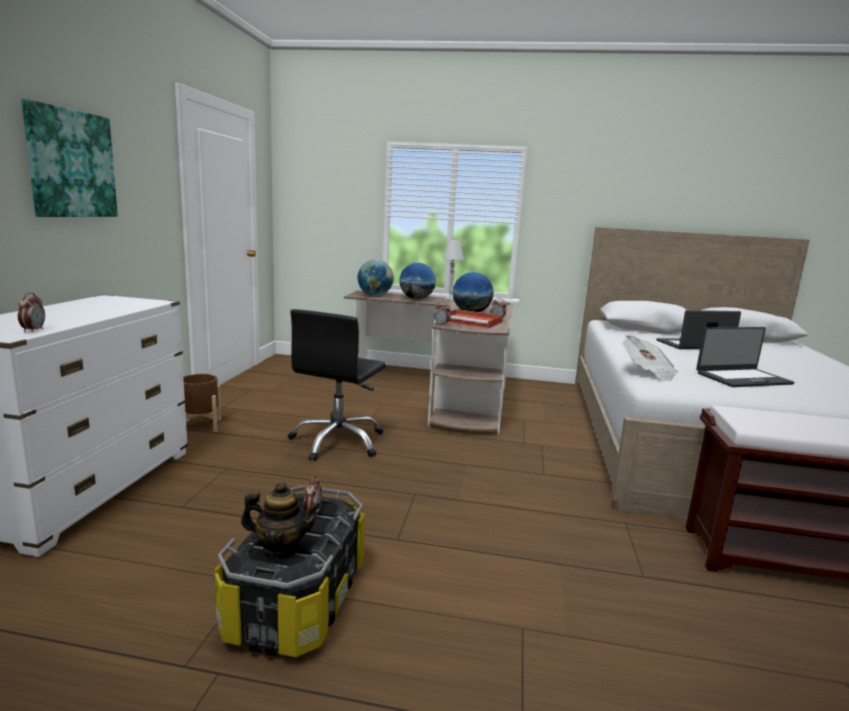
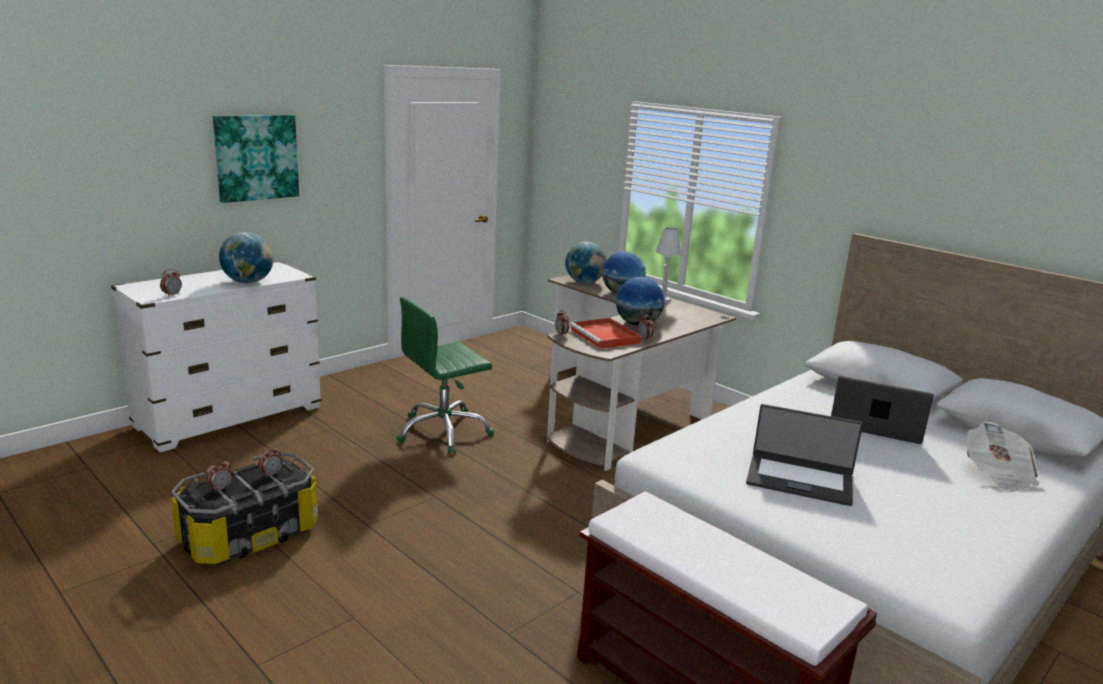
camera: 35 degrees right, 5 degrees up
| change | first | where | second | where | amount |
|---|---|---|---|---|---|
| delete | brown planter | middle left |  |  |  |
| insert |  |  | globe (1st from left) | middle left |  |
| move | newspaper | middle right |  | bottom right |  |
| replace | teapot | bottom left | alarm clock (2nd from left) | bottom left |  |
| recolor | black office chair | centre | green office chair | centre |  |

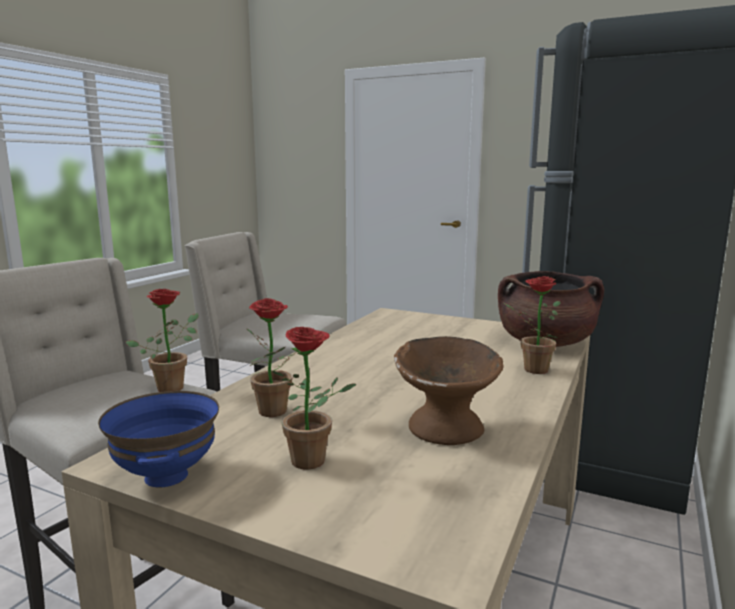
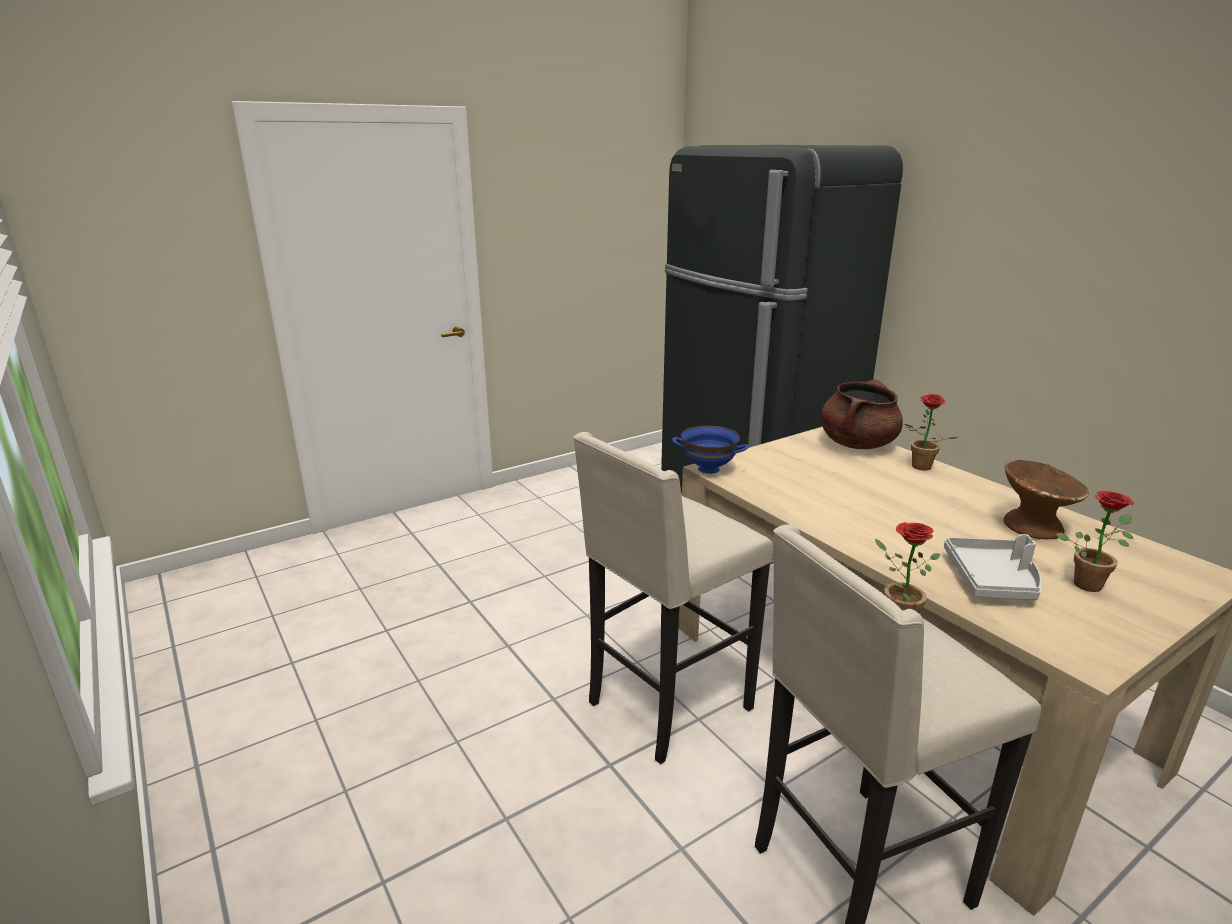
camera: 60 degrees left, 10 degrees up
| change | first | where | second | where | amount |
|---|---|---|---|---|---|
| move | blue bowl | bottom left |  | centre |  |
| replace | potted plant (2nd from left) | centre | grey tray | middle right |  |

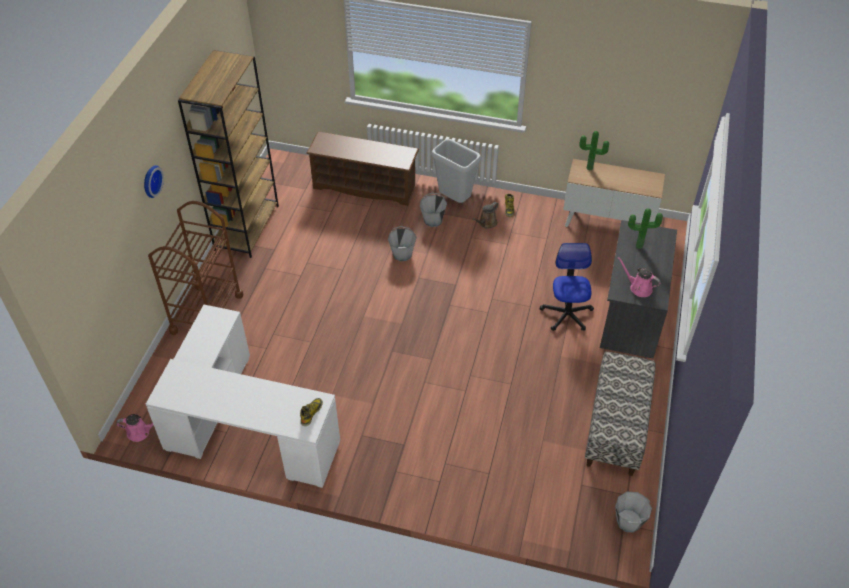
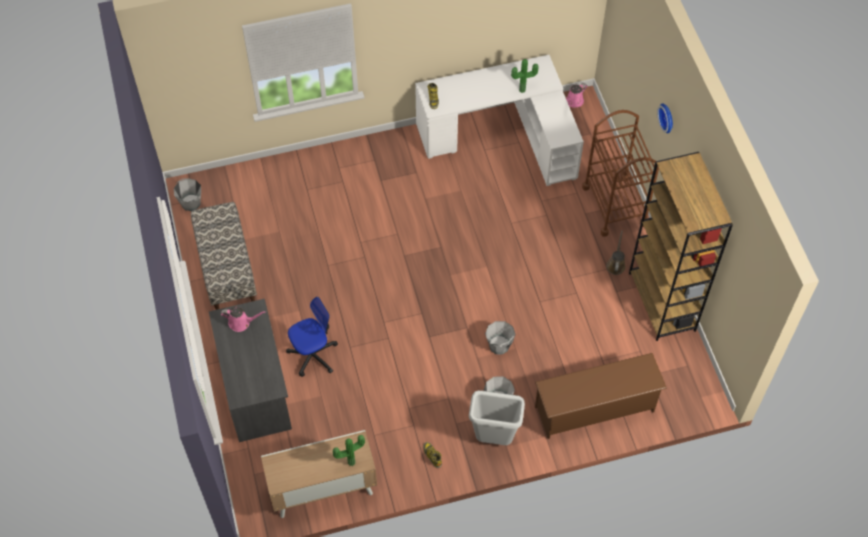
camera: 150 degrees right, 10 degrees up
| change | first | where | second | where | amount |
|---|---|---|---|---|---|
| move | brown watering can | centre |  | middle right |  |
| move | potted plant (2nd from left) | middle right |  | top centre |  |
| rotate | office chair | middle right |  | centre | 90 degrees counterclockwise |

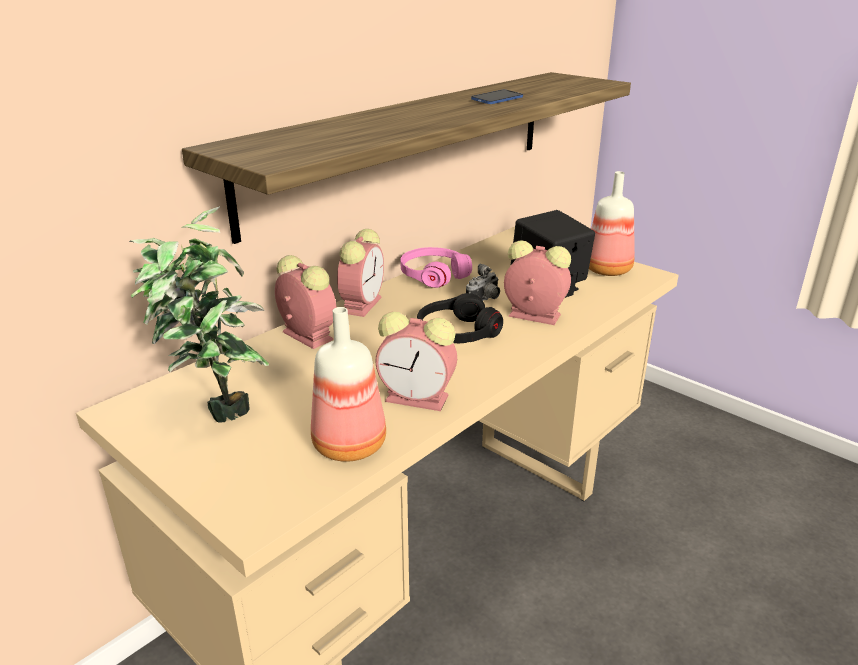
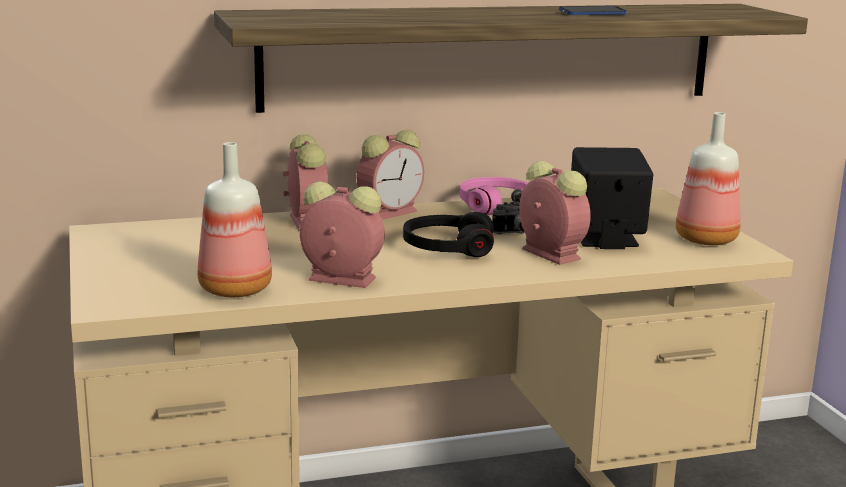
camera: 30 degrees right, 10 degrees down
| change | first | where | second | where | amount |
|---|---|---|---|---|---|
| delete | potted plant | middle left |  |  |  |
| rotate | alarm clock (3rd from left in the first image) | centre | alarm clock (2nd from left) | centre | 150 degrees clockwise |

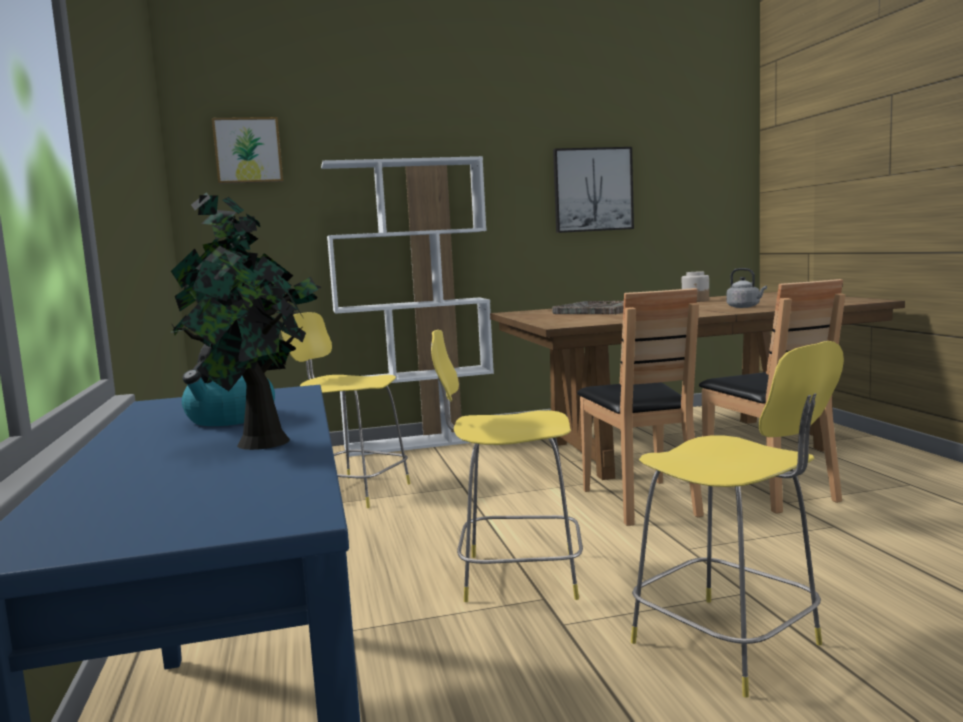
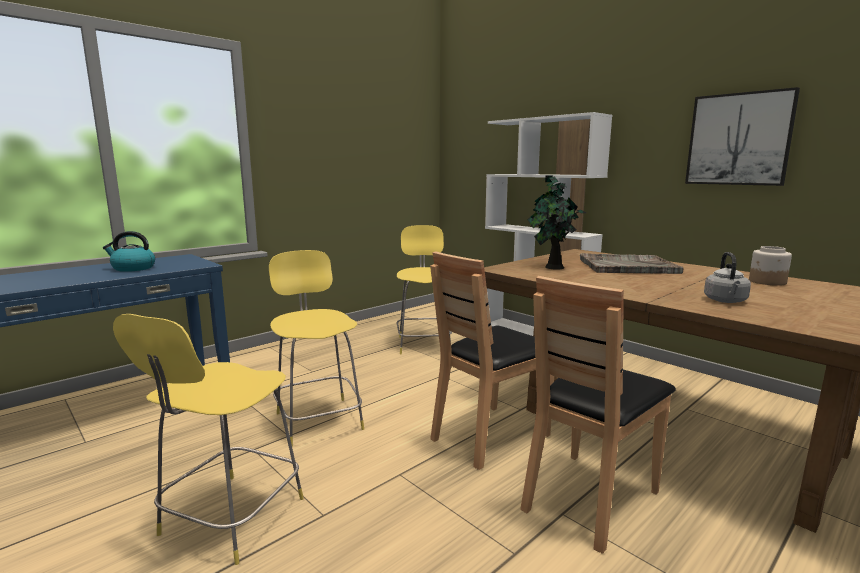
camera: 60 degrees right, 5 degrees up
| change | first | where | second | where | amount |
|---|---|---|---|---|---|
| delete | picture (1st from left) | top left |  |  |  |
| move | potted plant | middle left |  | centre |  |

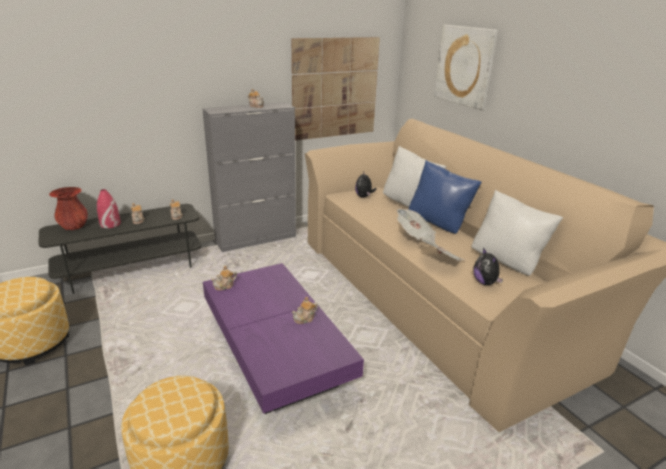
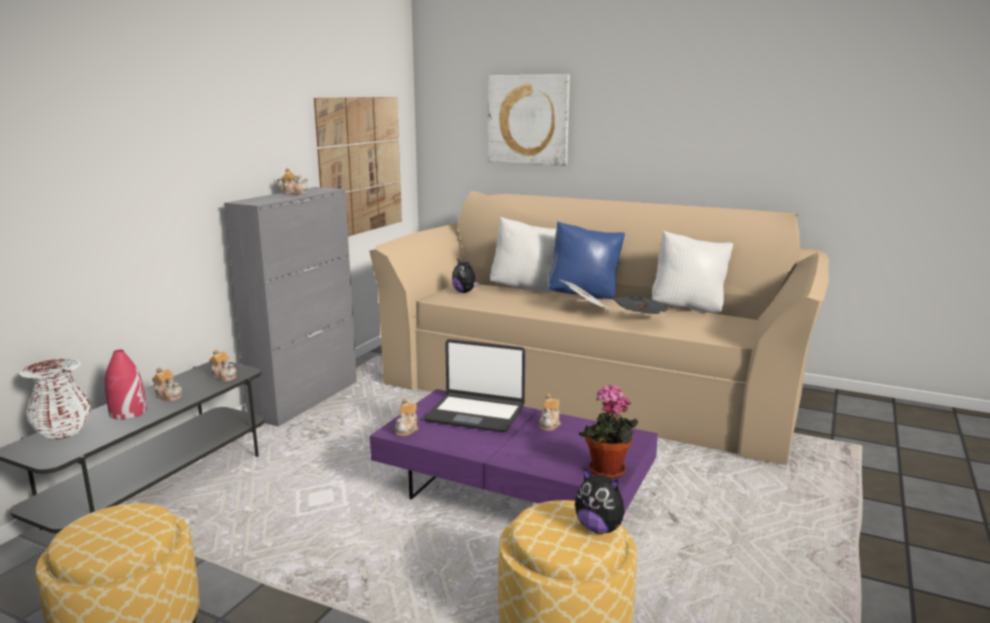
camera: 35 degrees left, 10 degrees down
| change | first | where | second | where | amount |
|---|---|---|---|---|---|
| insert |  |  | laptop | centre |  |
| insert |  |  | potted plant | bottom centre |  |
| move | plush toy (2nd from left) | middle right |  | bottom centre |  |
| recolor | red vase (1st from left) | middle left | white vase | middle left |  |

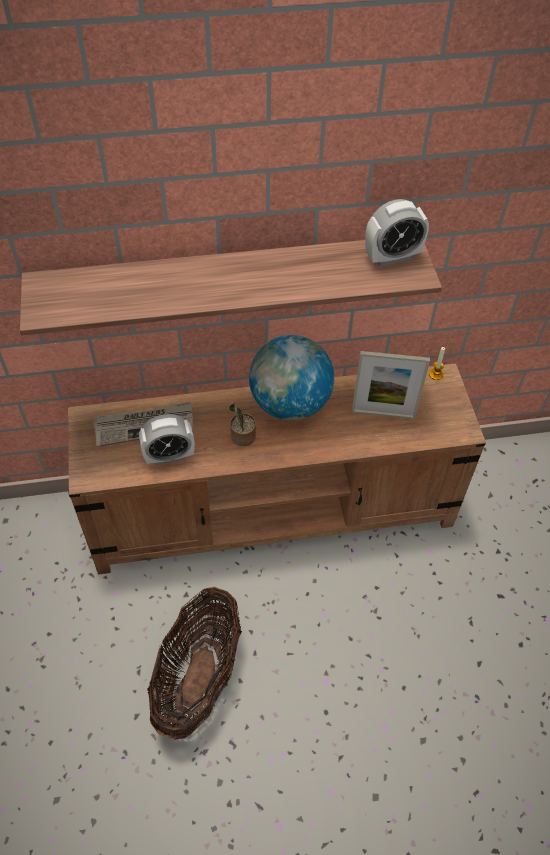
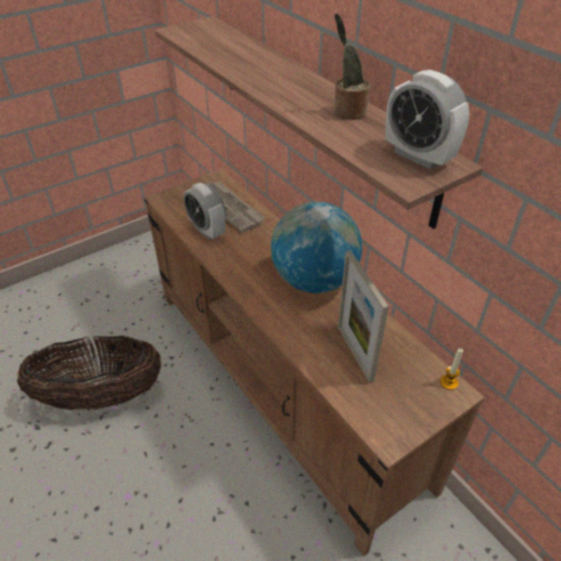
camera: 65 degrees right, 10 degrees down
| change | first | where | second | where | amount |
|---|---|---|---|---|---|
| move | potted plant | centre |  | top centre |  |

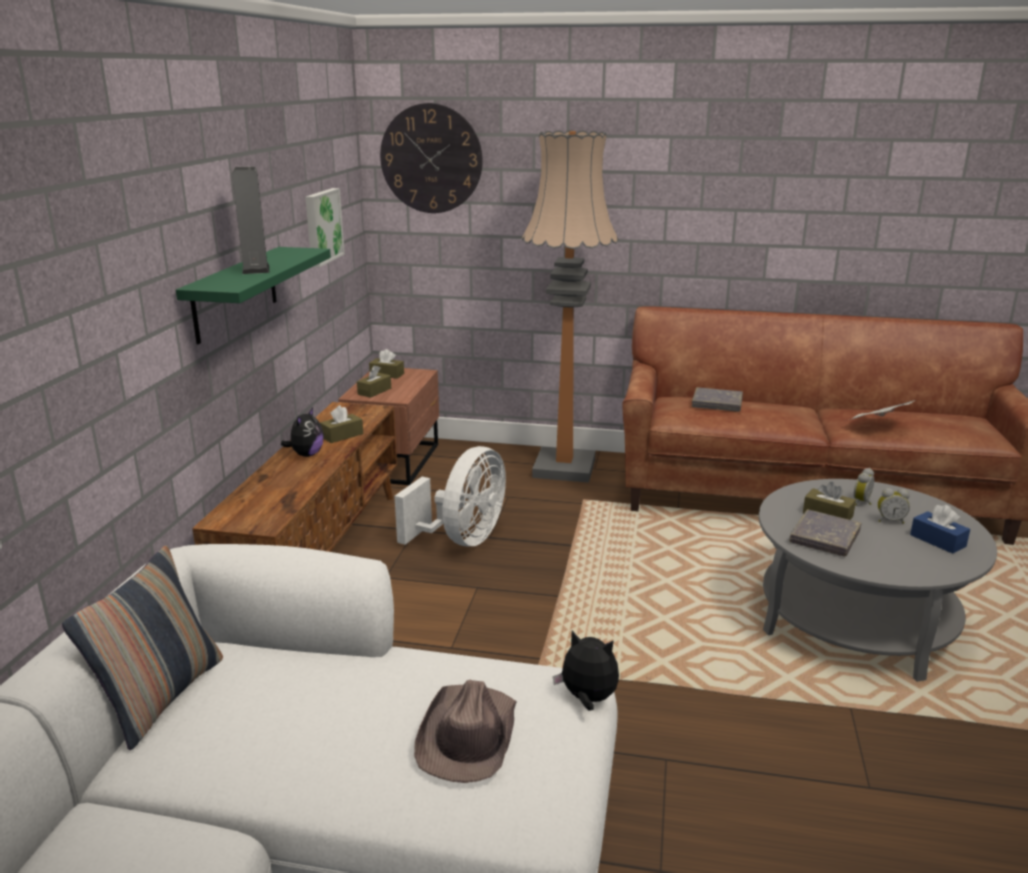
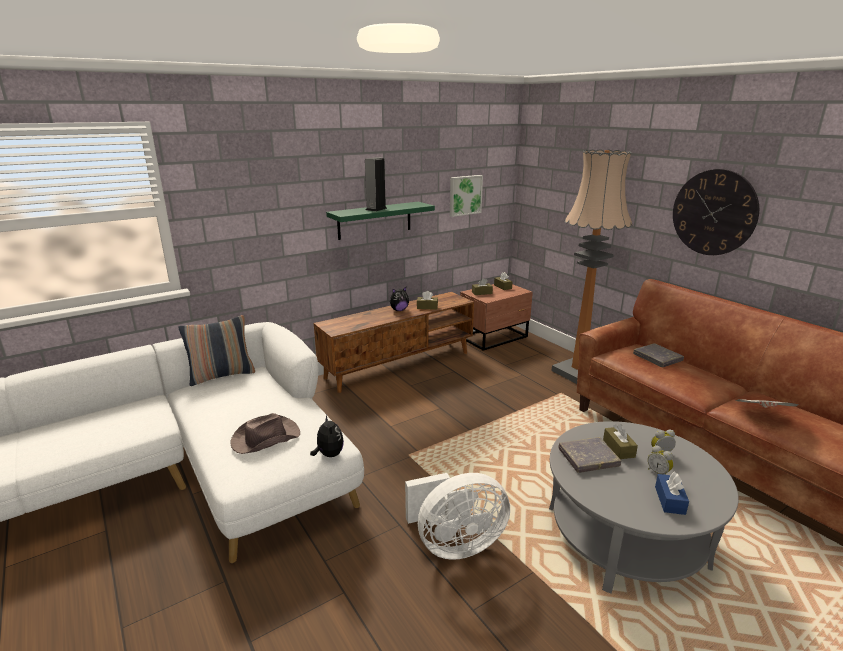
camera: 45 degrees right, 0 degrees up
| change | first | where | second | where | amount |
|---|---|---|---|---|---|
| move | wall clock | top centre |  | top right |  |
| move | white fan | centre |  | bottom centre |  |

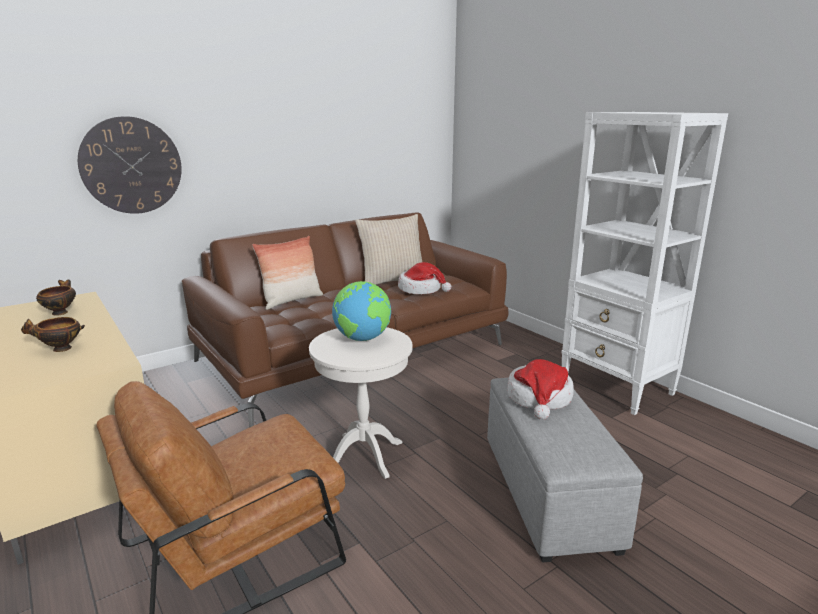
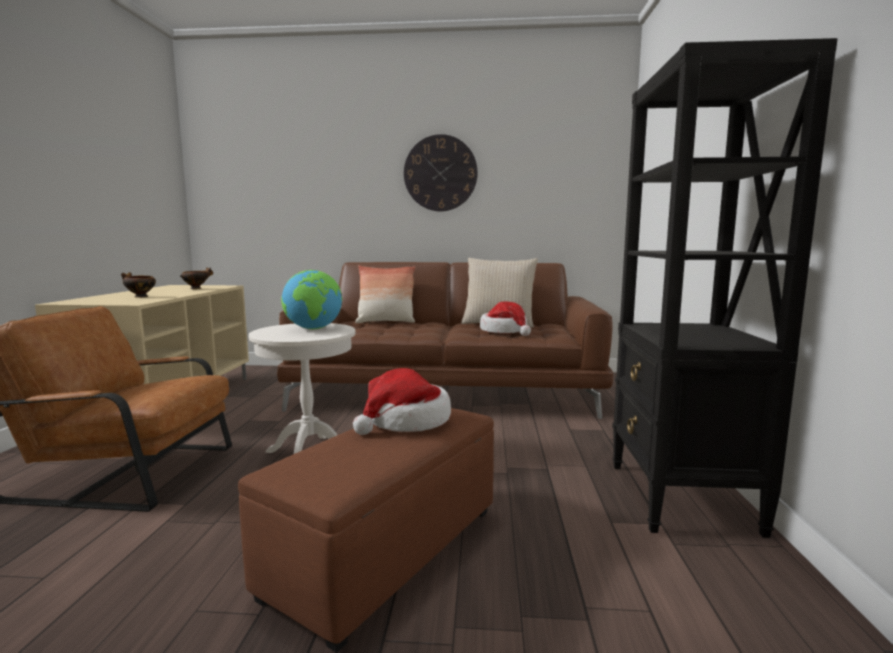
camera: 40 degrees right, 10 degrees down
| change | first | where | second | where | amount |
|---|---|---|---|---|---|
| move | wall clock | top left |  | top centre |  |
| recolor | grey ottoman | bottom right | brown ottoman | bottom centre |  |
| recolor | white bookcase | middle right | black bookcase | middle right |  |

